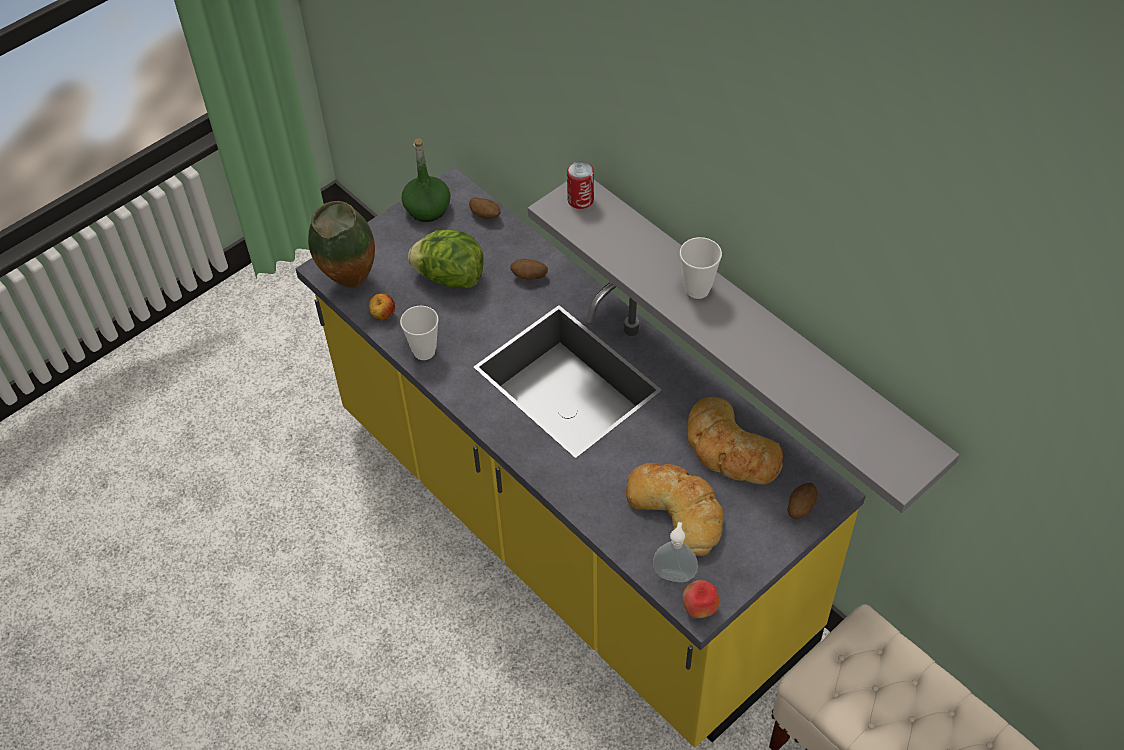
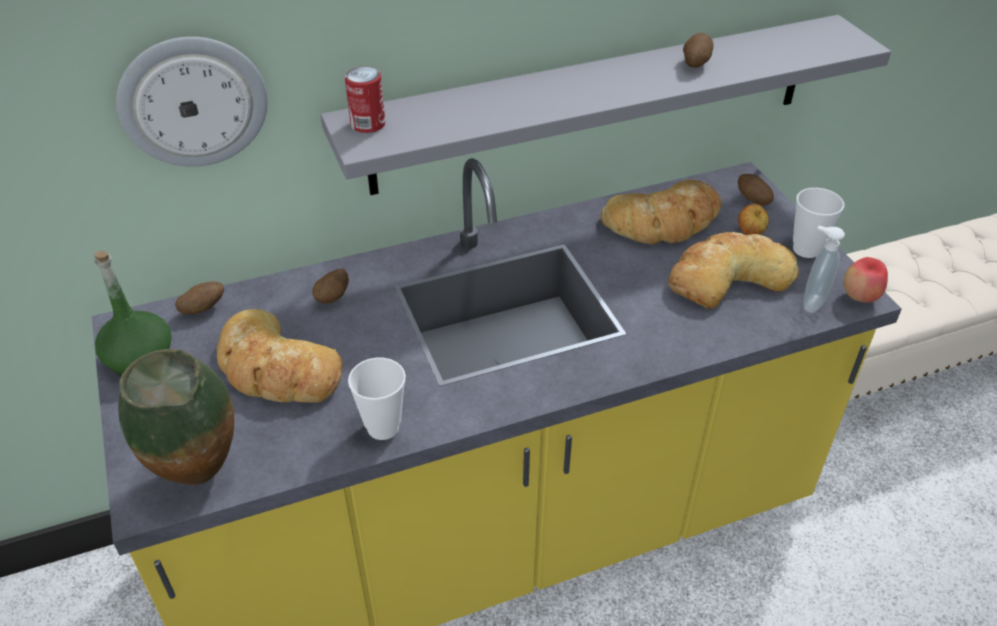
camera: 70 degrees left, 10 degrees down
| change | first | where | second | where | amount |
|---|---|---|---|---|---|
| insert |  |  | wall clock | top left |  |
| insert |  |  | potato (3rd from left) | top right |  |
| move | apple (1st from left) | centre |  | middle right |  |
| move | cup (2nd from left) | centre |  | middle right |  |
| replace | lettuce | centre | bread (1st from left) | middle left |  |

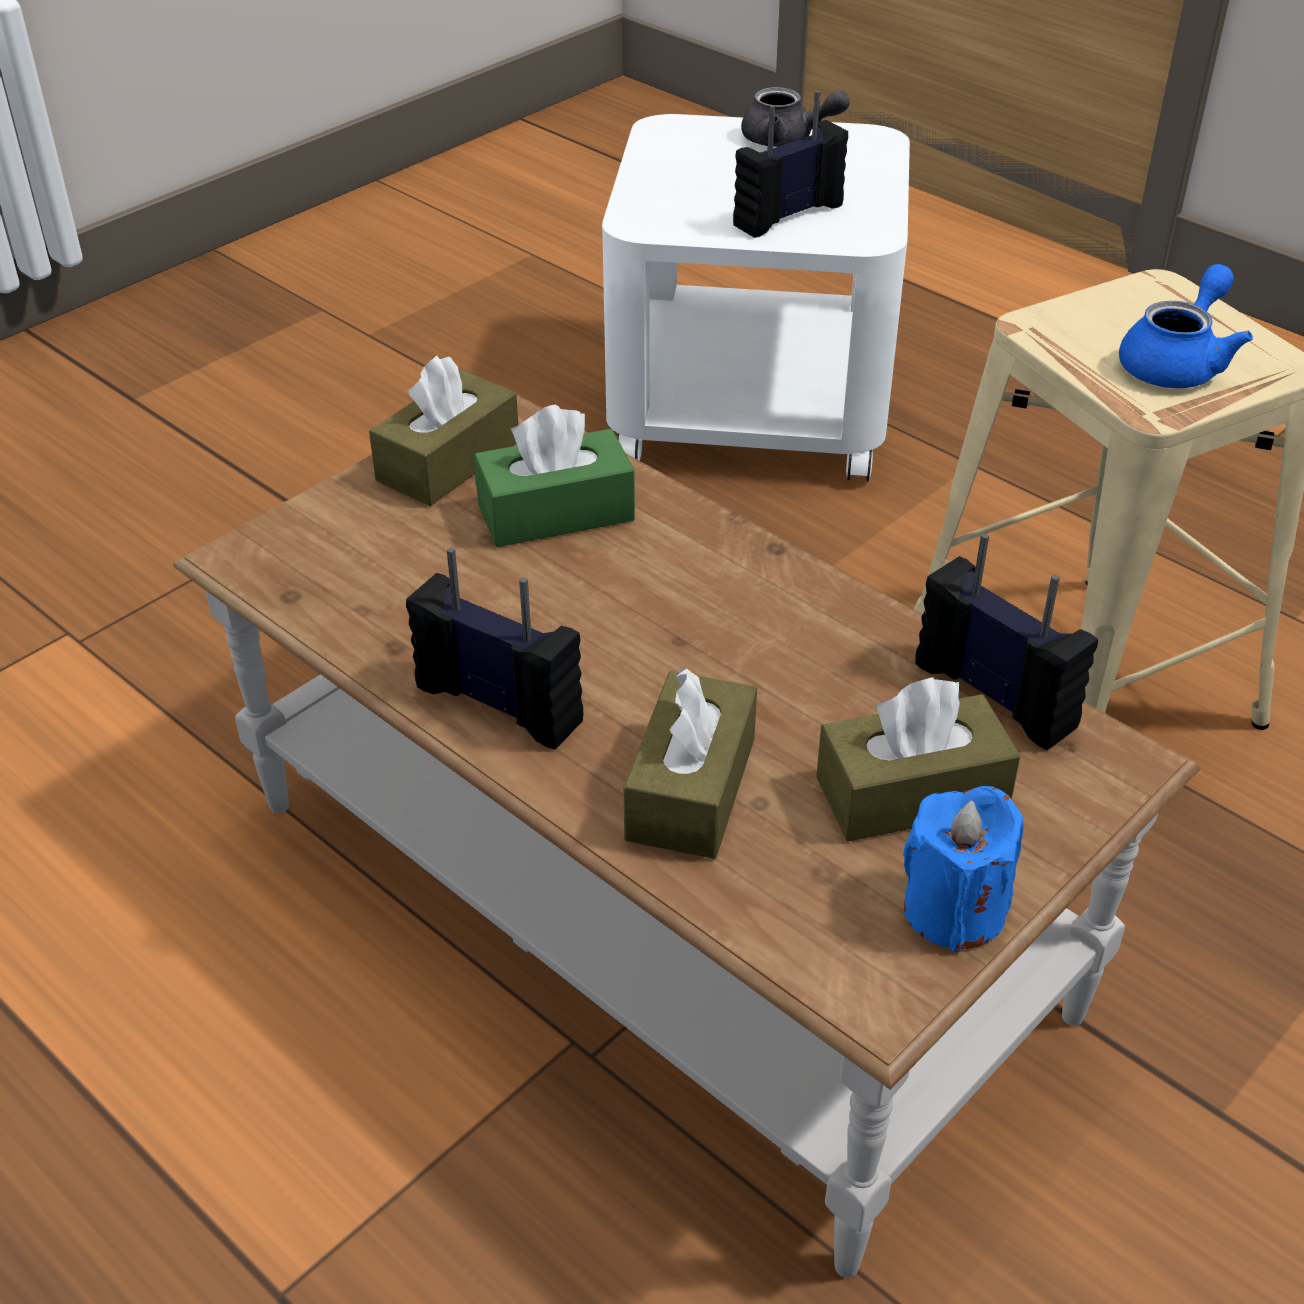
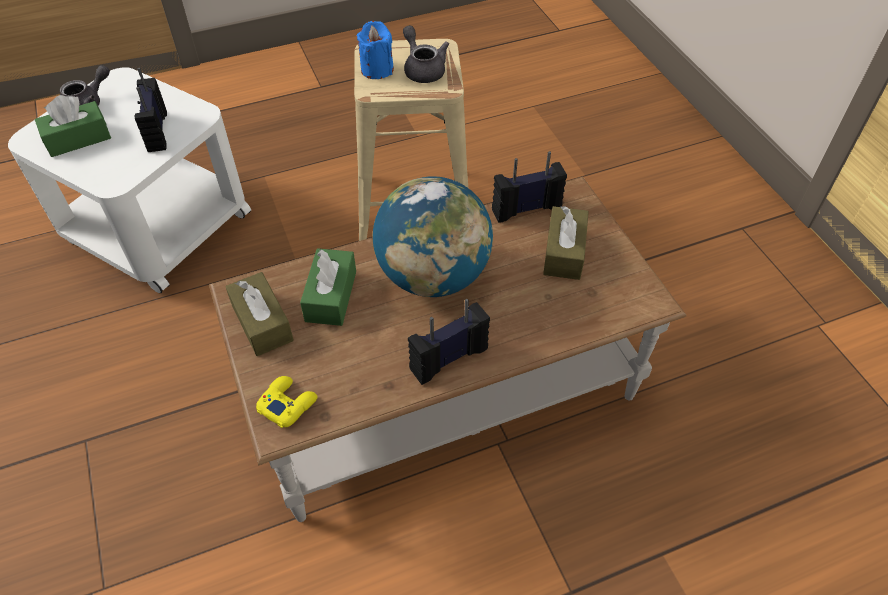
camera: 65 degrees left, 10 degrees up
| change | first | where | second | where | amount |
|---|---|---|---|---|---|
| delete | brown tissue box (2nd from left) | centre |  |  |  |
| insert |  |  | green tissue box (1st from left) | top left |  |
| insert |  |  | yellow game controller | bottom left |  |
| insert |  |  | globe | centre |  |
| move | blue candle | middle right |  | top centre |  |
| recolor | blue teapot | top right | grey teapot (2nd from left) | top centre |  |

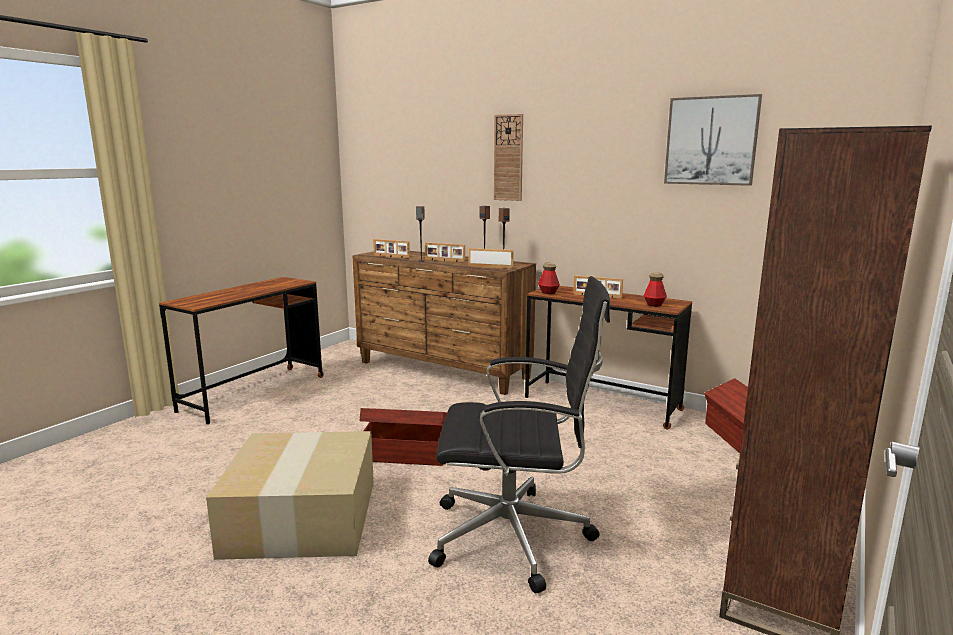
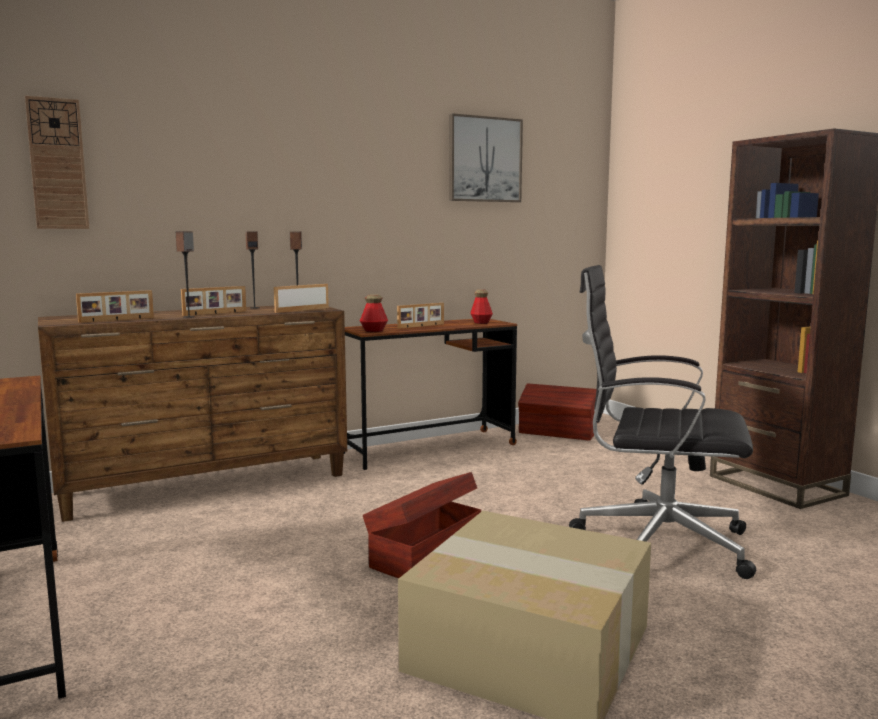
camera: 60 degrees left, 5 degrees down
| change | first | where | second | where | amount |
|---|---|---|---|---|---|
| move | wall clock | top centre |  | top left |  |
| rotate | black office chair | bottom centre |  | middle right | 105 degrees counterclockwise |

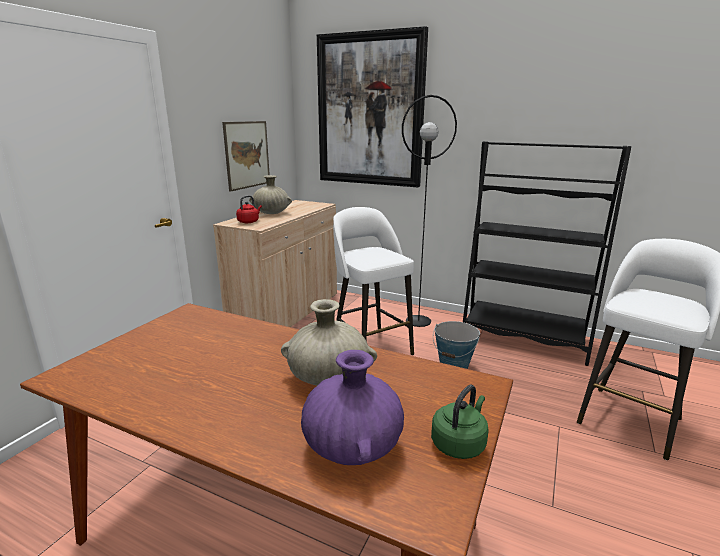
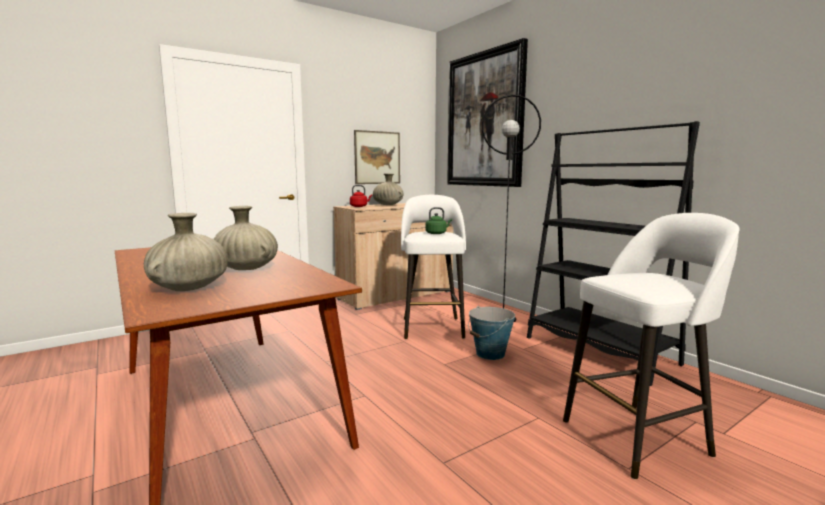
camera: 30 degrees right, 10 degrees down
| change | first | where | second | where | amount |
|---|---|---|---|---|---|
| move | green kettle | bottom centre |  | centre |  |
| recolor | purple vase | bottom centre | beige vase (1st from left) | middle left |  |

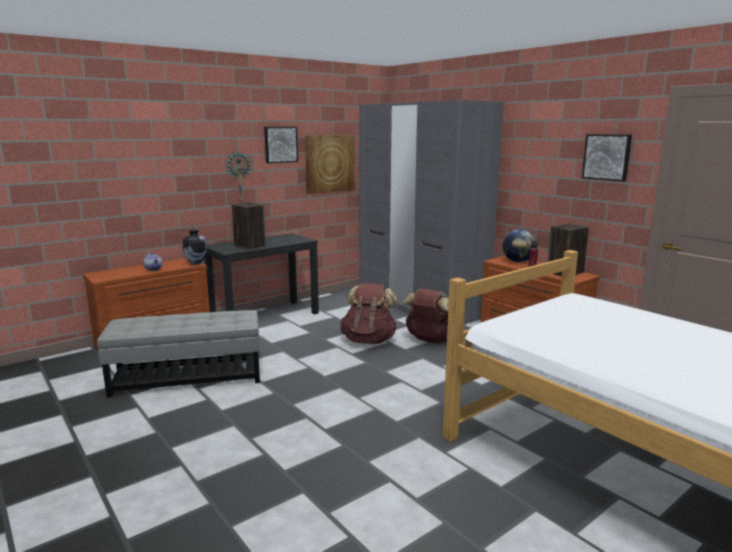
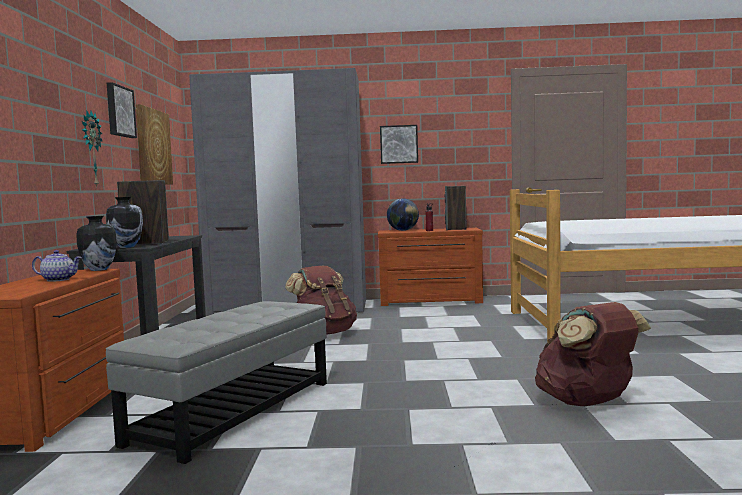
camera: 50 degrees left, 10 degrees down
| change | first | where | second | where | amount |
|---|---|---|---|---|---|
| insert |  |  | vase (2nd from left) | middle left |  |
| move | brown backpack (2nd from left) | centre |  | bottom right |  |
| move | picture (3rd from left) | top right |  | top centre |  |

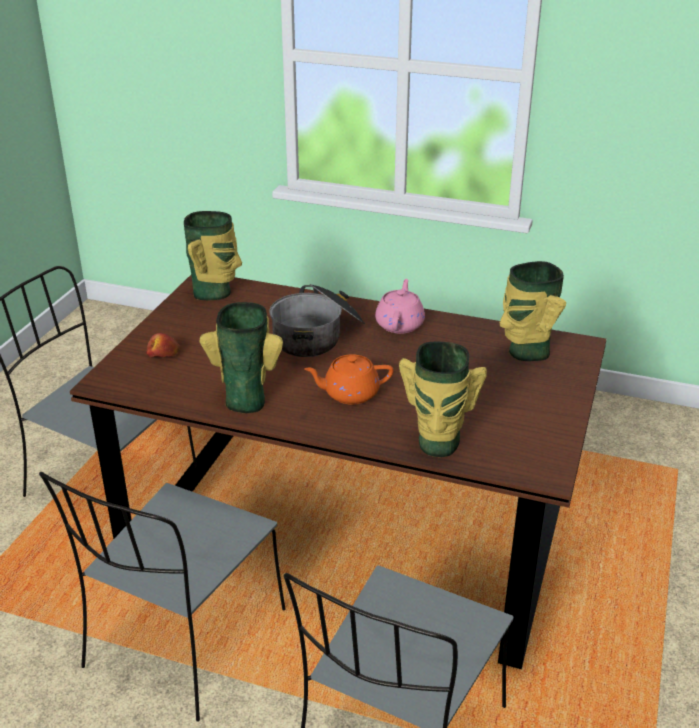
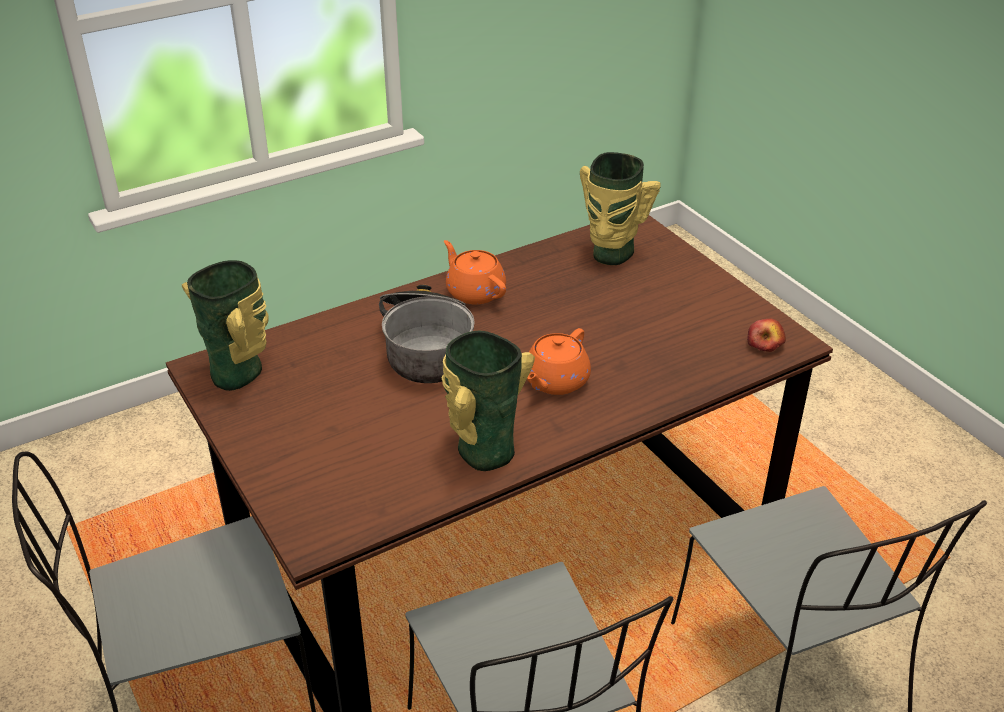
camera: 50 degrees left, 5 degrees up
| change | first | where | second | where | amount |
|---|---|---|---|---|---|
| delete | vase (3rd from left) | centre |  |  |  |
| move | apple | middle left |  | middle right |  |
| recolor | pink teapot | centre | orange teapot (1st from left) | centre |  |

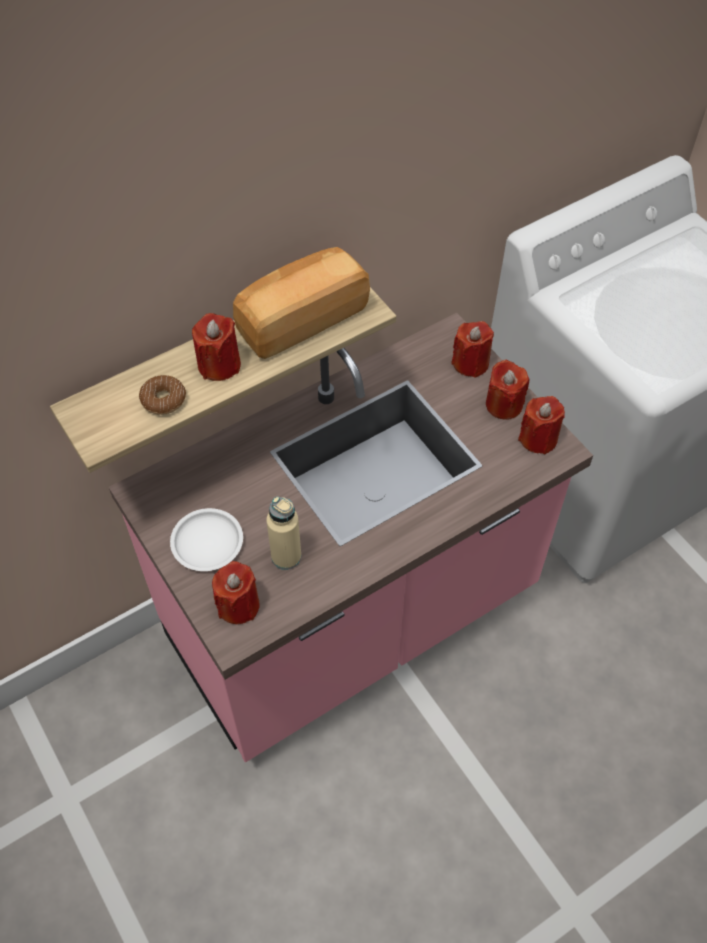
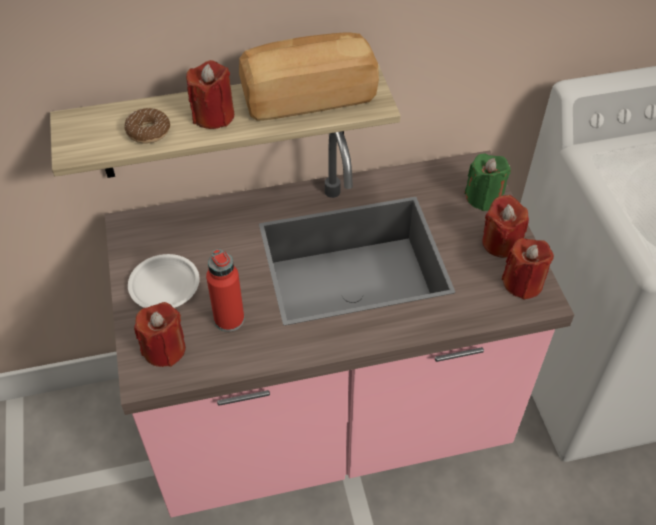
camera: 20 degrees right, 5 degrees down
| change | first | where | second | where | amount |
|---|---|---|---|---|---|
| recolor | beige bottle | centre | red bottle | centre |  |
| recolor | red candle (3rd from left) | middle right | green candle | middle right |  |

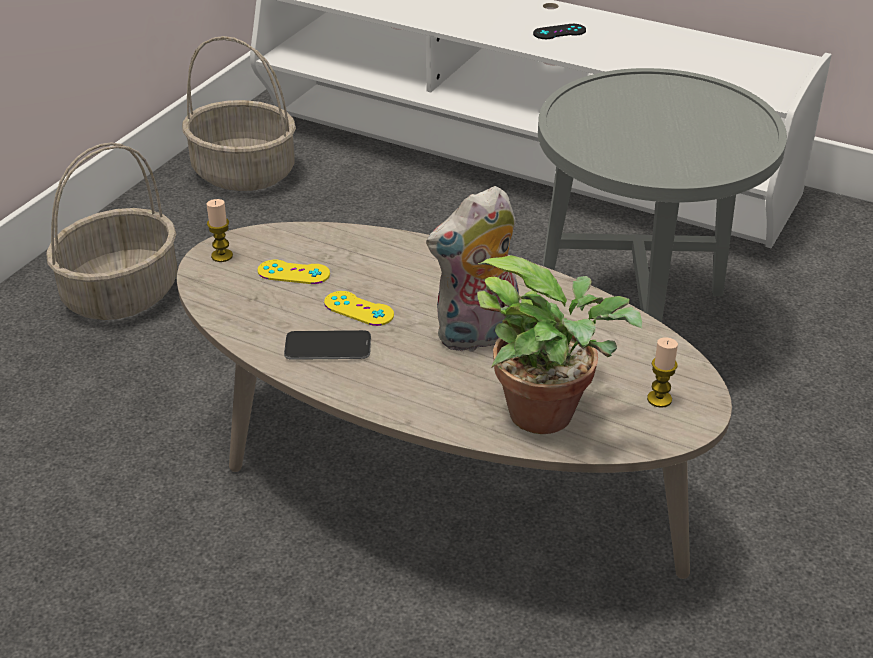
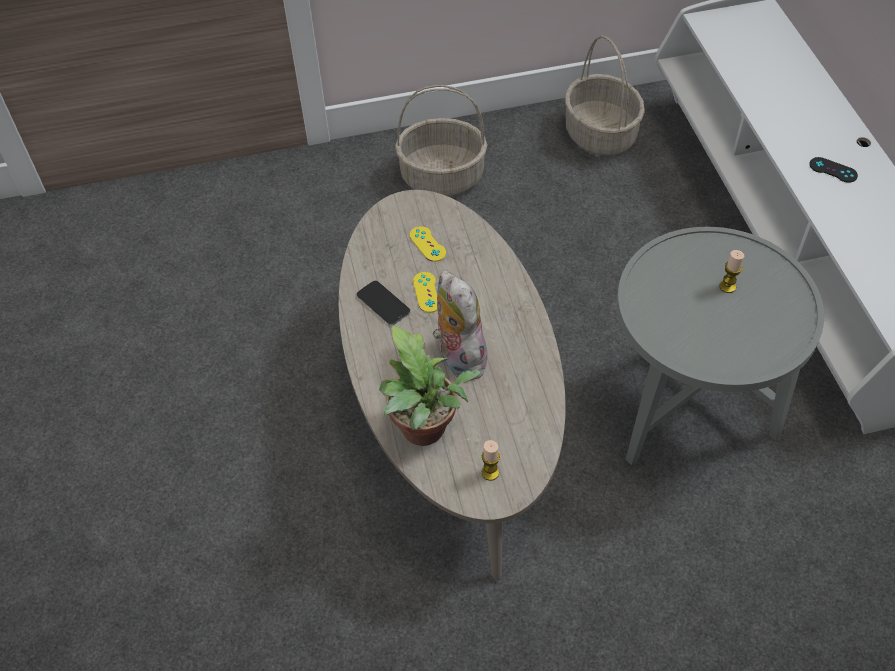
camera: 50 degrees right, 15 degrees up
| change | first | where | second | where | amount |
|---|---|---|---|---|---|
| move | candle (1st from left in the first image) | middle left | candle (2nd from left) | middle right |  |
| rotate | plush toy | centre |  | centre | 45 degrees clockwise |

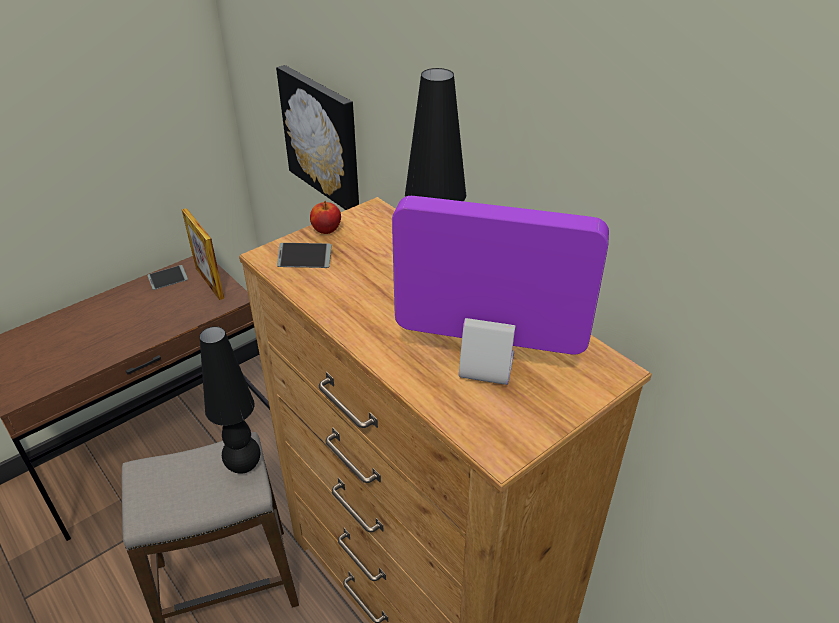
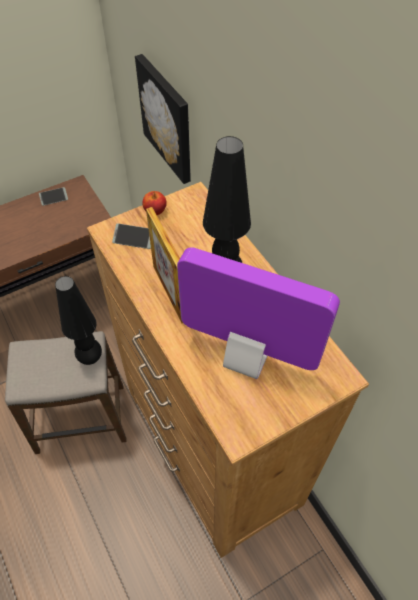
camera: 10 degrees right, 15 degrees up
| change | first | where | second | where | amount |
|---|---|---|---|---|---|
| move | picture frame | middle left |  | centre |  |

